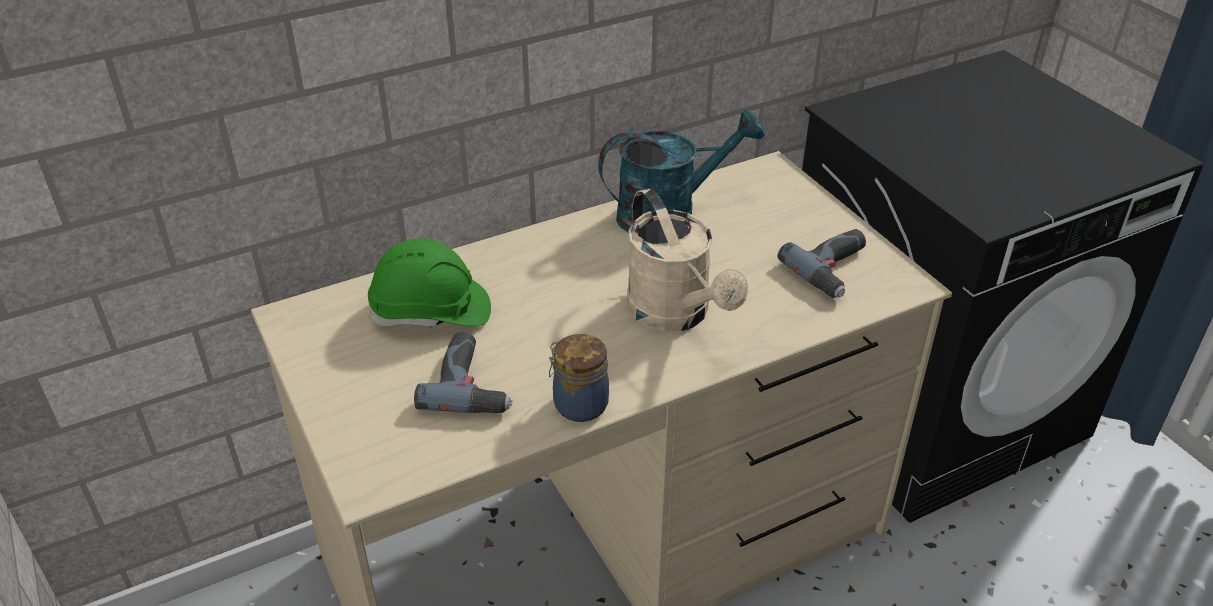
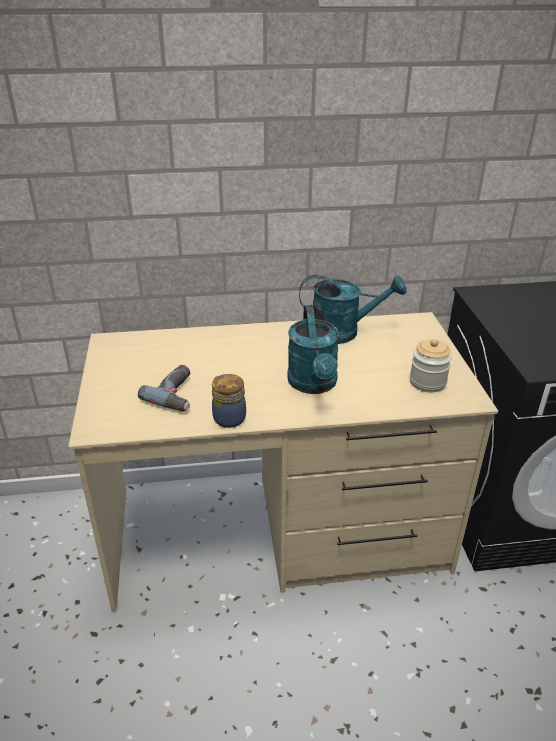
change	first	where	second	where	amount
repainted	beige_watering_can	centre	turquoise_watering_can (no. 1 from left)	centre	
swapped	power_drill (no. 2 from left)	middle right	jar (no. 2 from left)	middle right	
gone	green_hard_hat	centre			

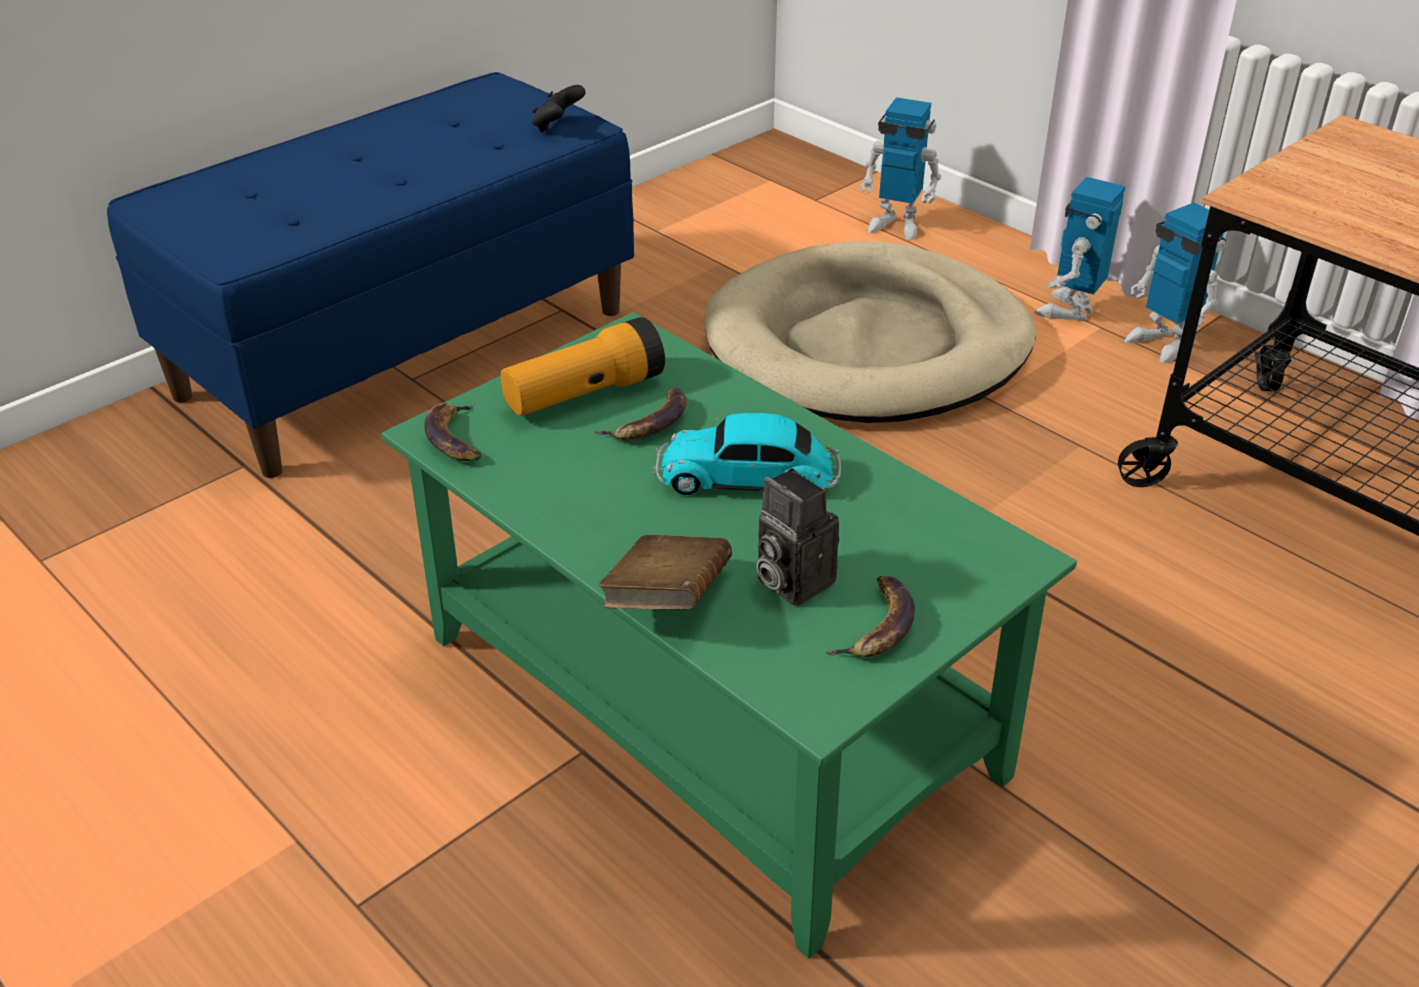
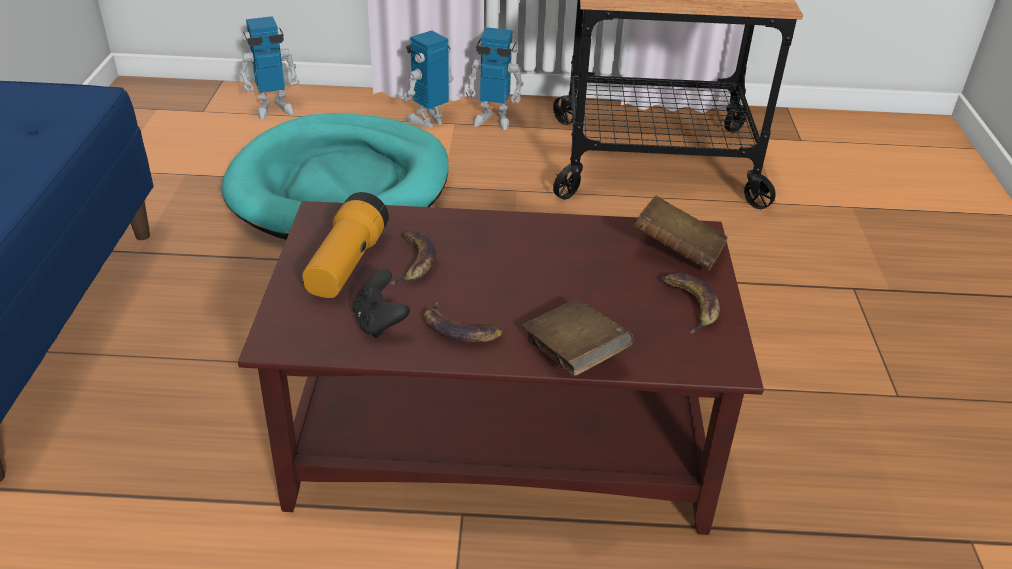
change	first	where	second	where	amount
repainted	beige_dog_bed	centre	turquoise_dog_bed	top left	
repainted	green_coffee_table	centre	brown_coffee_table	centre	
shifted	black_game_controller	top centre		centre	
rotated	toy_robot (no. 2 from left)	top right		top centre	60 degrees clockwise
shifted	banana (no. 1 from left in the first image)	middle left	banana (no. 2 from left)	centre	
new			brown_book (no. 2 from left)	middle right	
gone	toy_car	centre			
gone	photo_camera	centre			

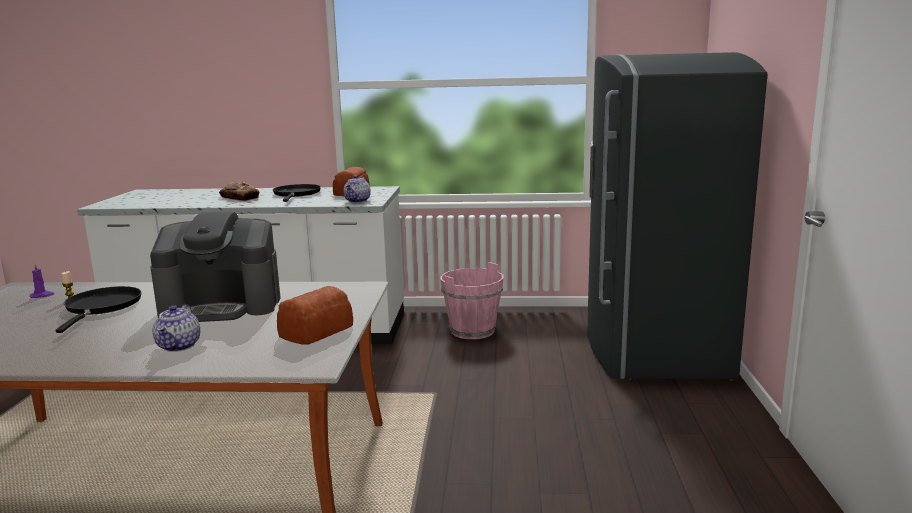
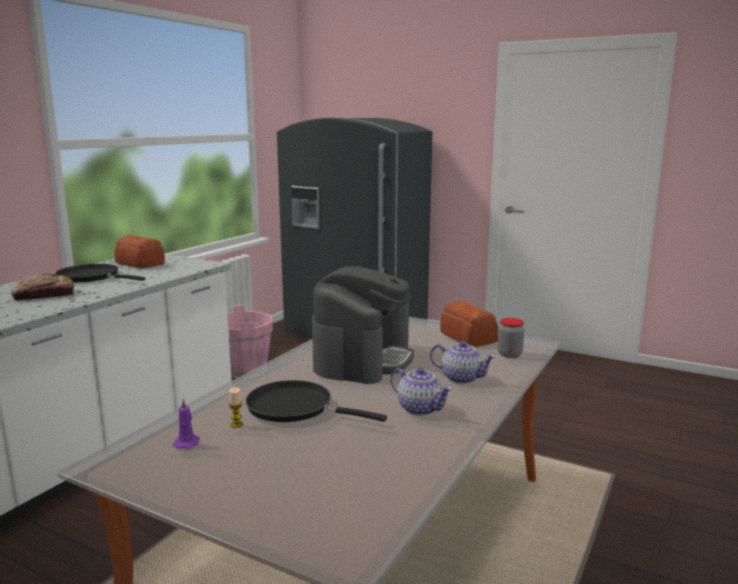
change	first	where	second	where	amount
shifted	teapot (no. 2 from left in the first image)	centre	teapot (no. 1 from left)	bottom centre	
new			jar	middle right	

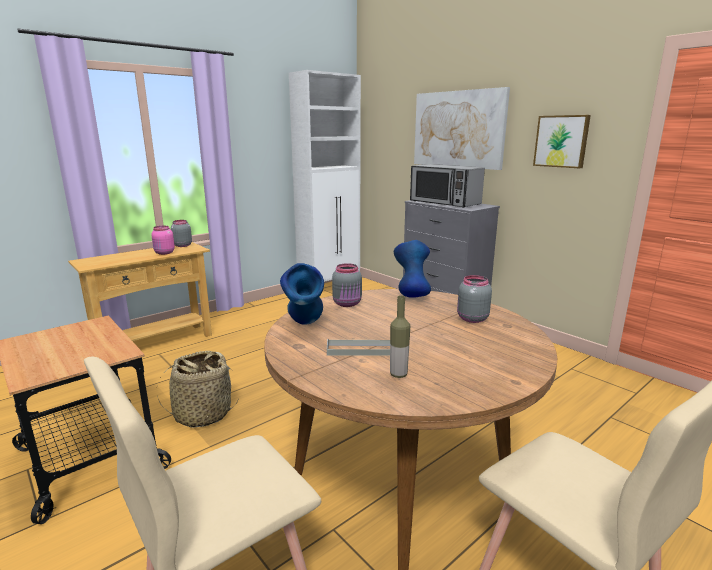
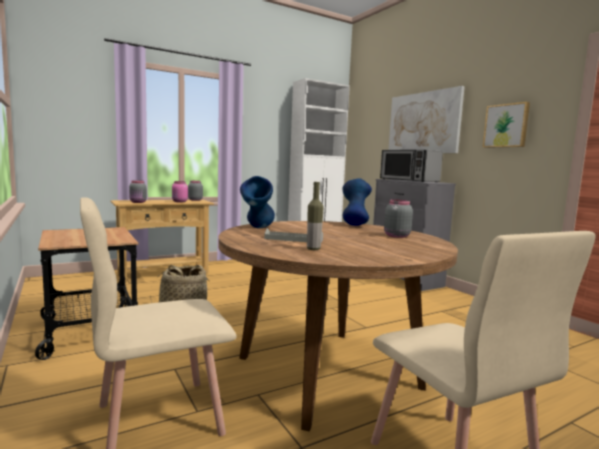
change	first	where	second	where	amount
shifted	grey_jar (no. 2 from left in the first image)	centre	grey_jar (no. 1 from left)	middle left	

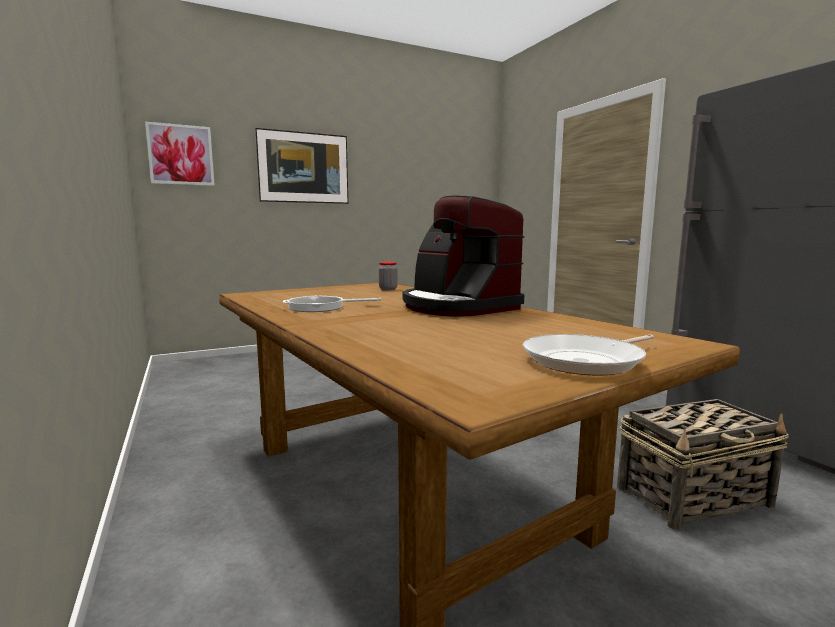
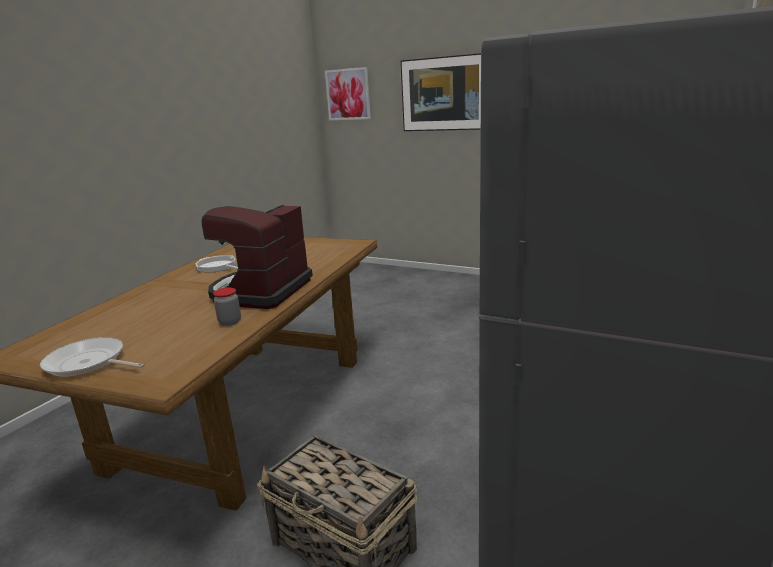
change	first	where	second	where	amount
shifted	jar	centre		middle left	

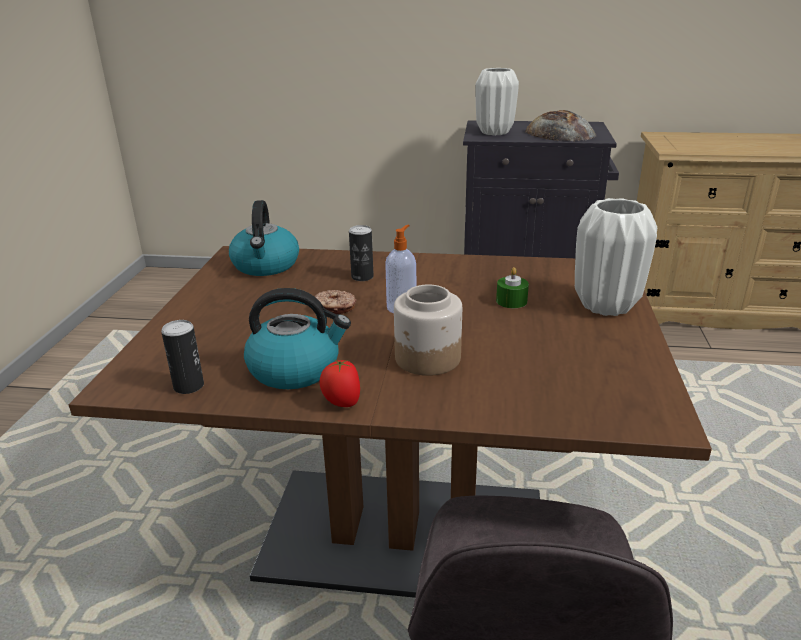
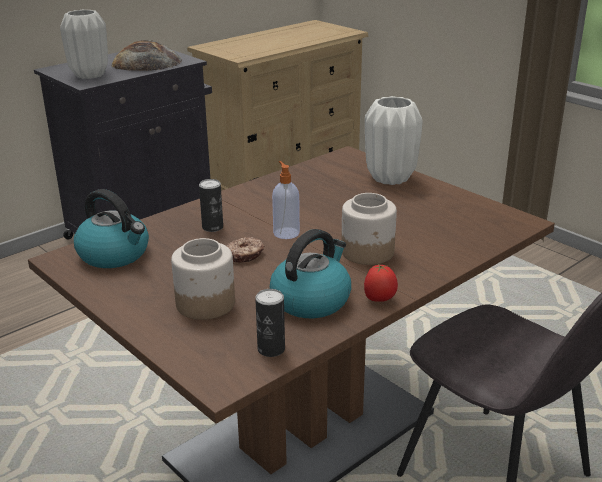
change	first	where	second	where	amount
new			jar (no. 1 from left)	centre	
gone	green_candle	centre			

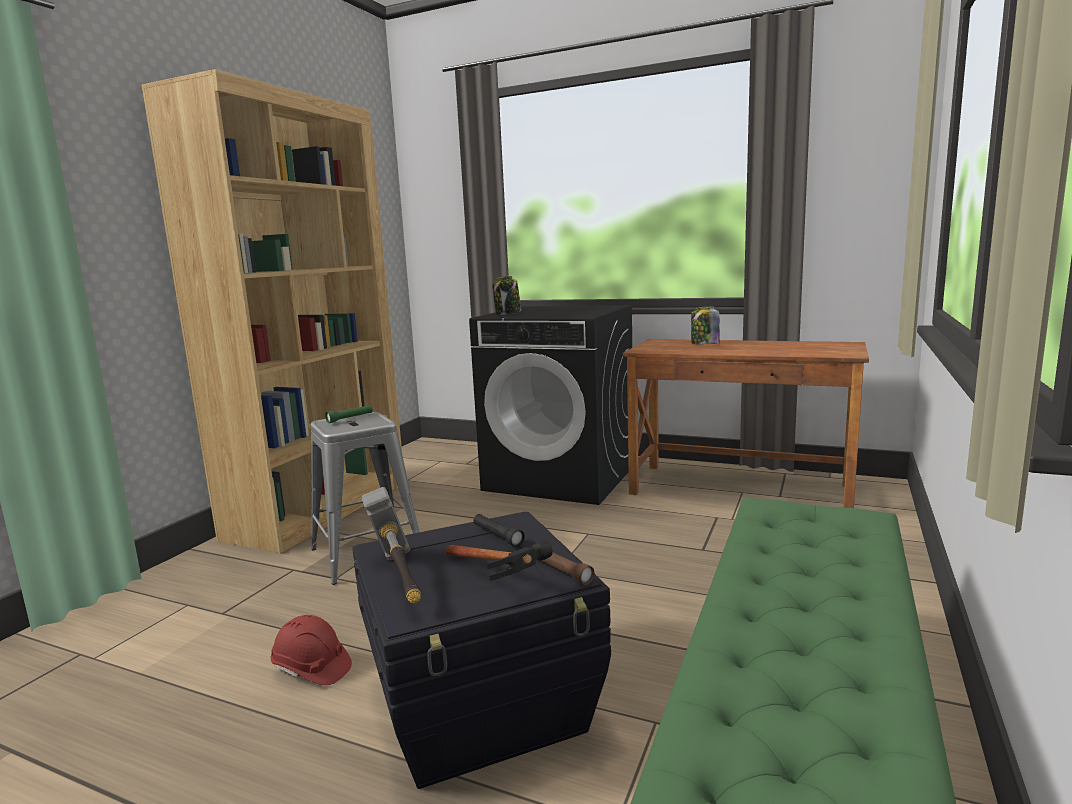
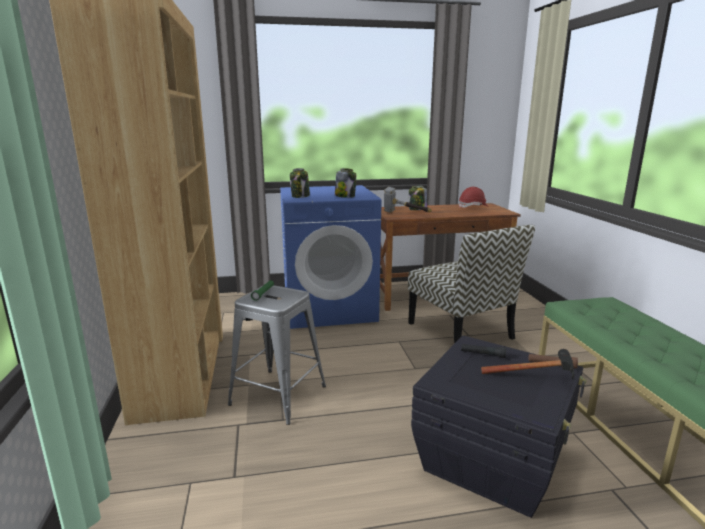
change	first	where	second	where	amount
repainted	black_washing_machine	centre	blue_washing_machine	centre	
new			jar (no. 2 from left)	centre	
shifted	hammer (no. 1 from left)	bottom centre		centre	
new			chair	middle right	
shifted	red_hard_hat	bottom left		middle right	

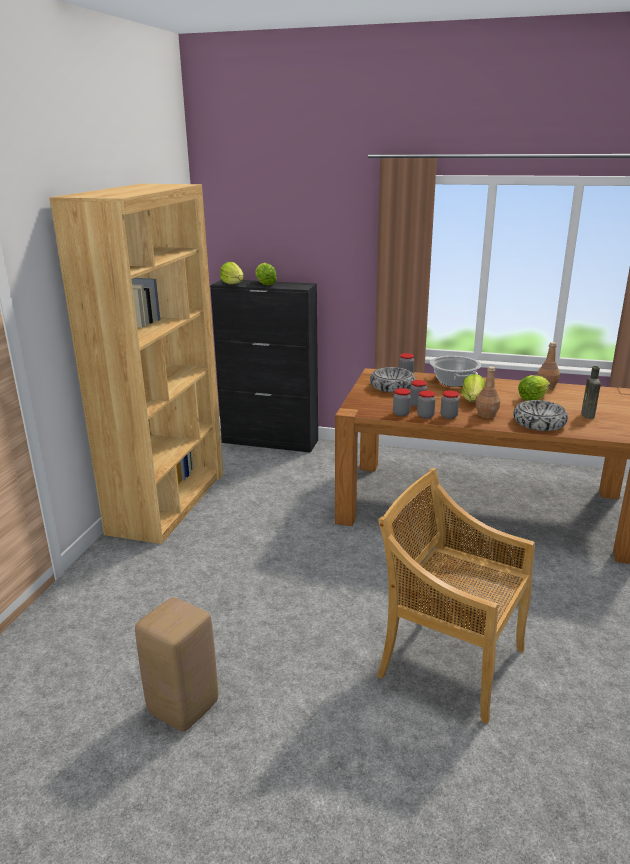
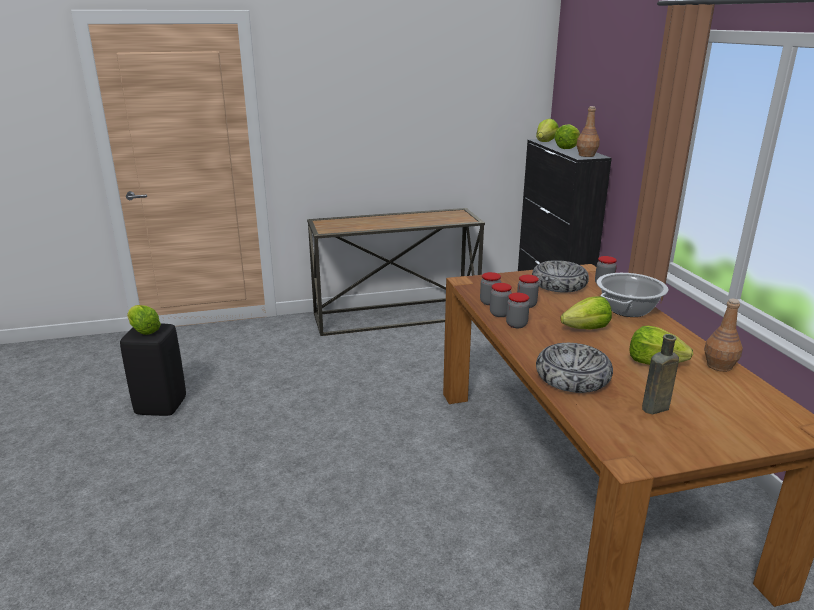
change	first	where	second	where	amount
repainted	beige_stool	bottom left	black_stool	middle left	
new			lettuce (no. 1 from left)	middle left	
swapped	brown_bookcase	middle left	console_table	centre	
shifted	brown_bottle (no. 1 from left)	middle right		top right	
gone	beige_chair	bottom right			

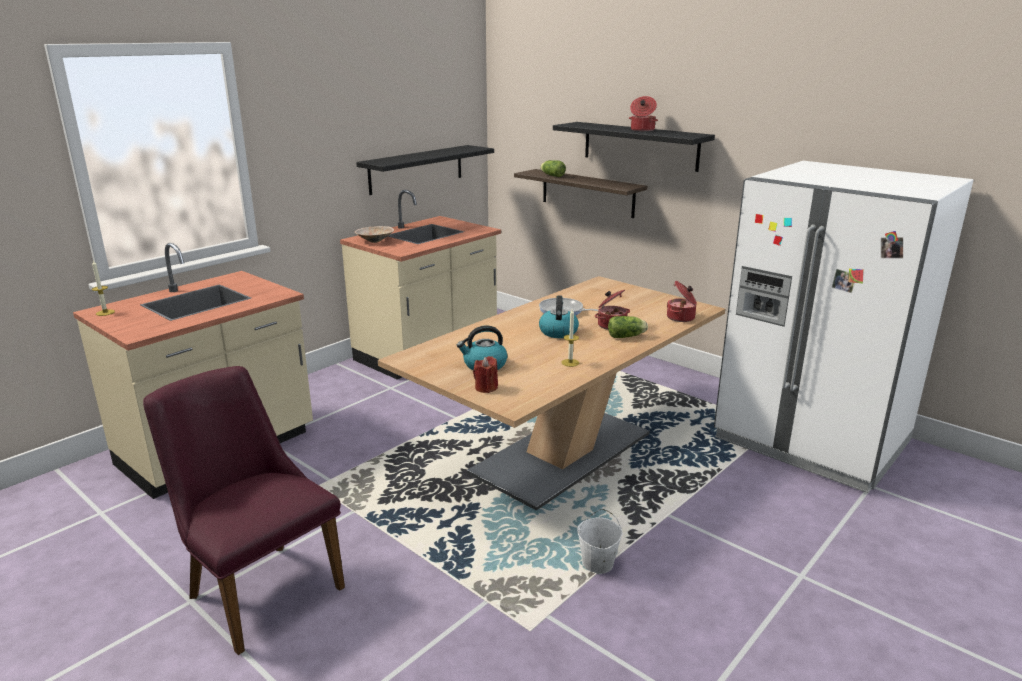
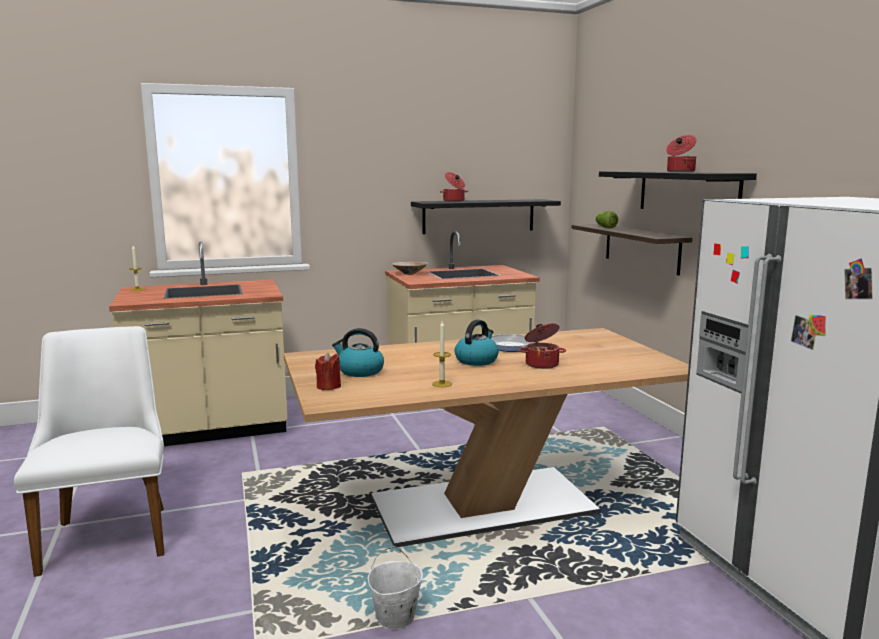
change	first	where	second	where	amount
repainted	purple_chair	bottom left	white_chair	bottom left	
shifted	cooking_pot (no. 3 from left in the first image)	middle right	cooking_pot (no. 1 from left)	top centre	
gone	lettuce (no. 2 from left)	centre			

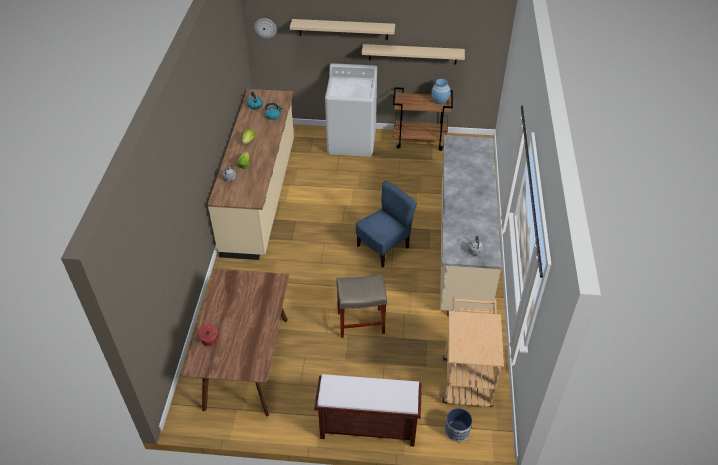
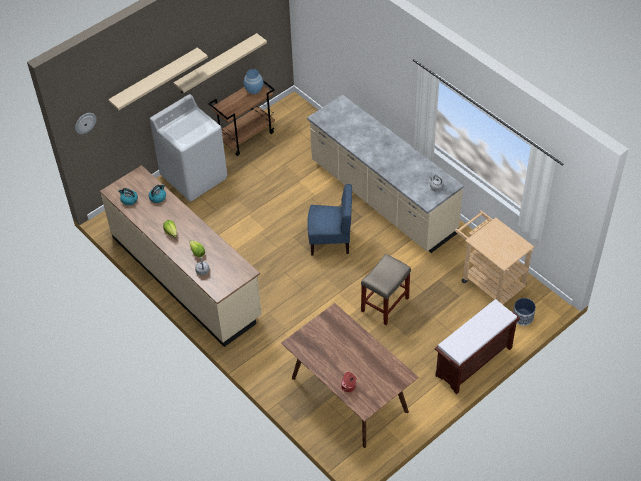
change	first	where	second	where	amount
rotated	blue_chair	centre		centre	90 degrees clockwise

